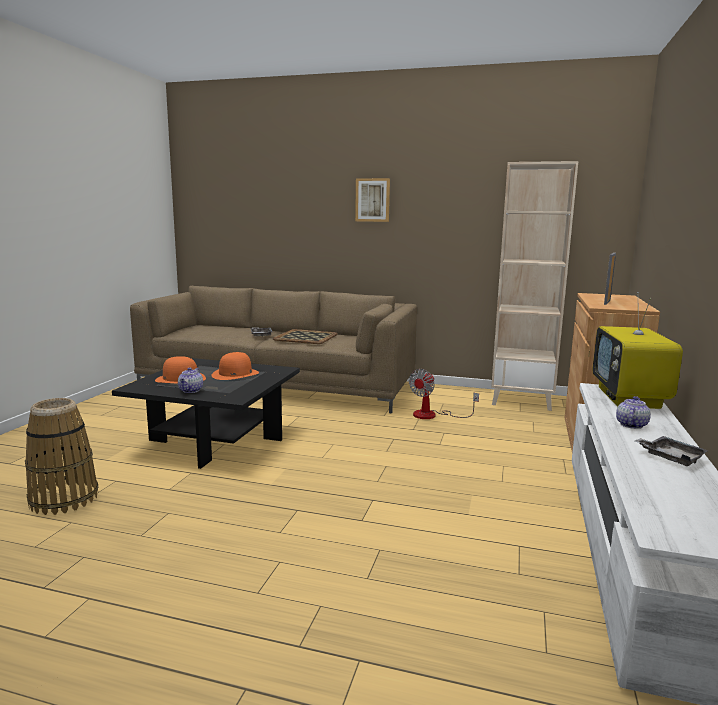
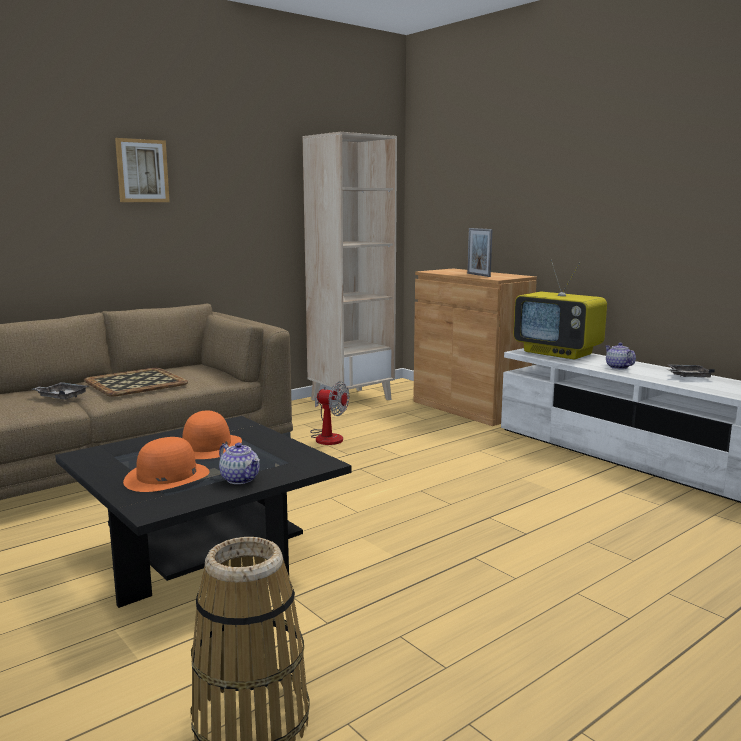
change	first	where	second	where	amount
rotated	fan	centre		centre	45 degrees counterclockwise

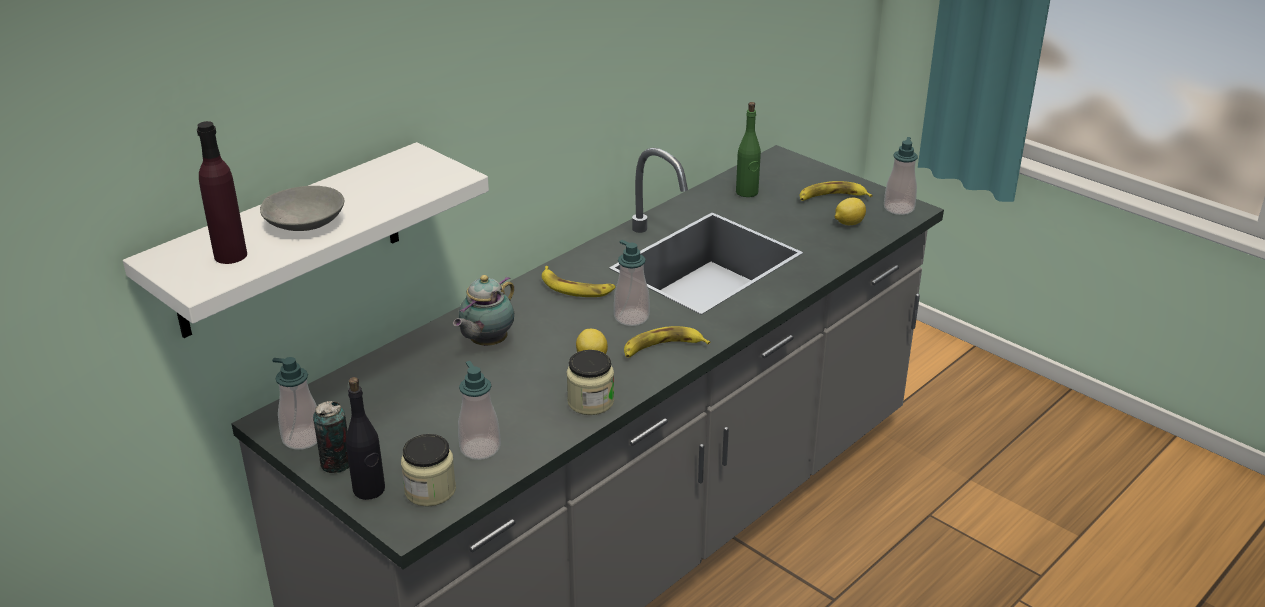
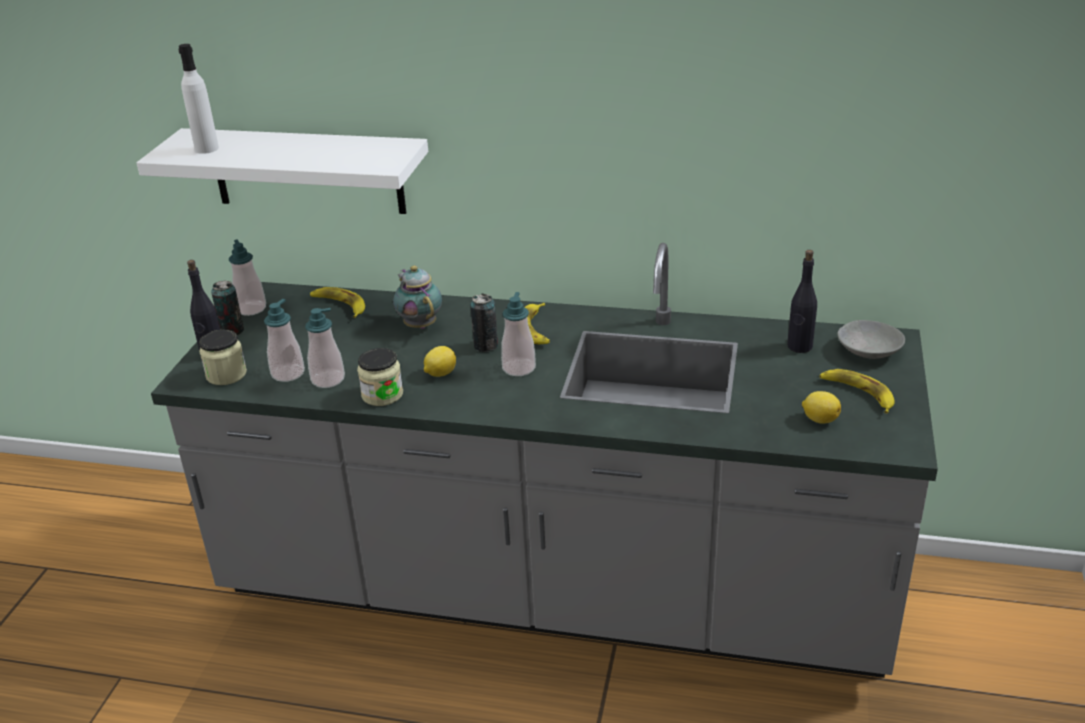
change	first	where	second	where	amount
repainted	purple_bottle	top left	white_bottle	top left	
shifted	soap_dispenser (no. 4 from left in the first image)	top right	soap_dispenser (no. 3 from left)	middle left	
shifted	banana (no. 2 from left in the first image)	centre	banana (no. 1 from left)	middle left	
rotated	teapot	centre		centre	60 degrees clockwise
new			can (no. 2 from left)	centre	
repainted	green_bottle	top centre	black_bottle (no. 2 from left)	middle right	
shifted	grey_bowl	middle left		middle right	

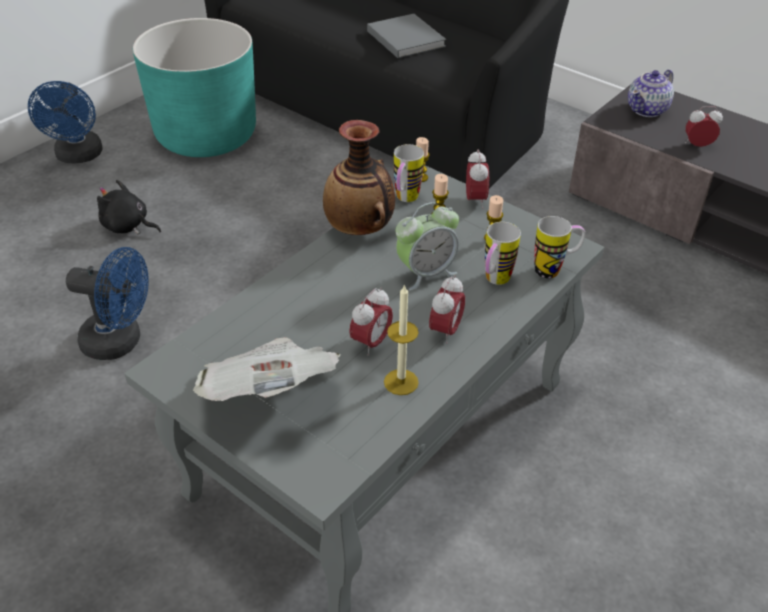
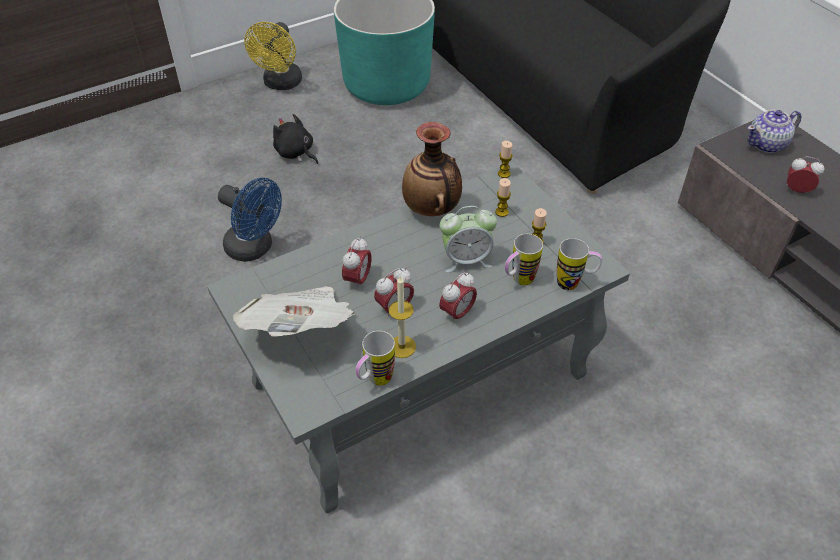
change	first	where	second	where	amount
repainted	blue_fan (no. 1 from left)	top left	yellow_fan	top left	
shifted	alarm_clock (no. 4 from left in the first image)	top centre	alarm_clock (no. 1 from left)	centre	
shifted	mug (no. 1 from left)	top centre		centre	
gone	grey_book	top centre			

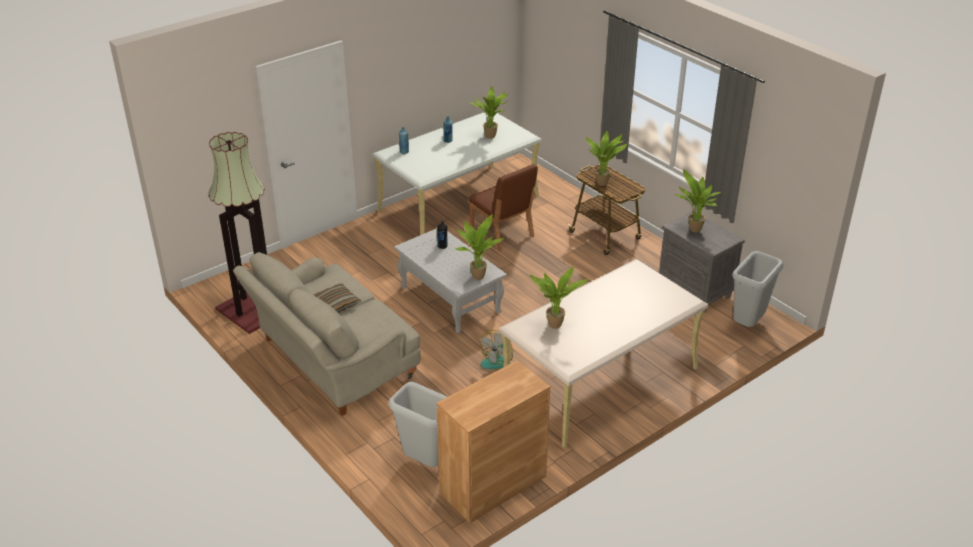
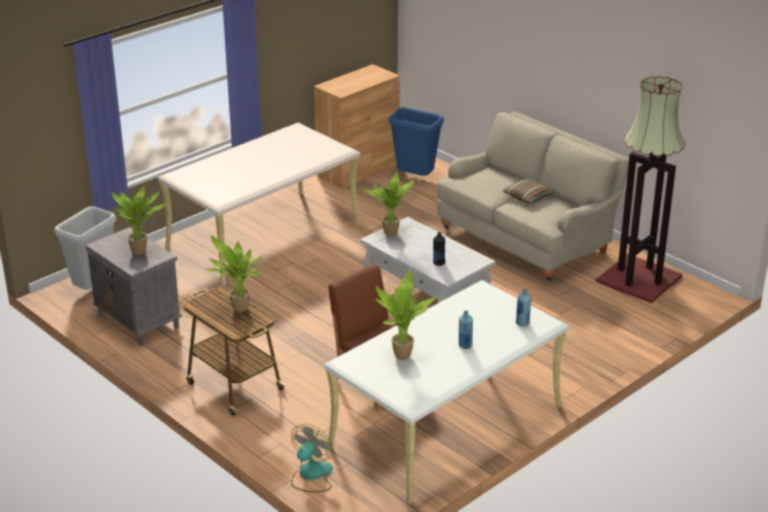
change	first	where	second	where	amount
shifted	fan	centre		bottom centre	
repainted	grey_trash_can (no. 1 from left)	bottom centre	blue_trash_can	top centre	
gone	potted_plant (no. 3 from left)	centre			

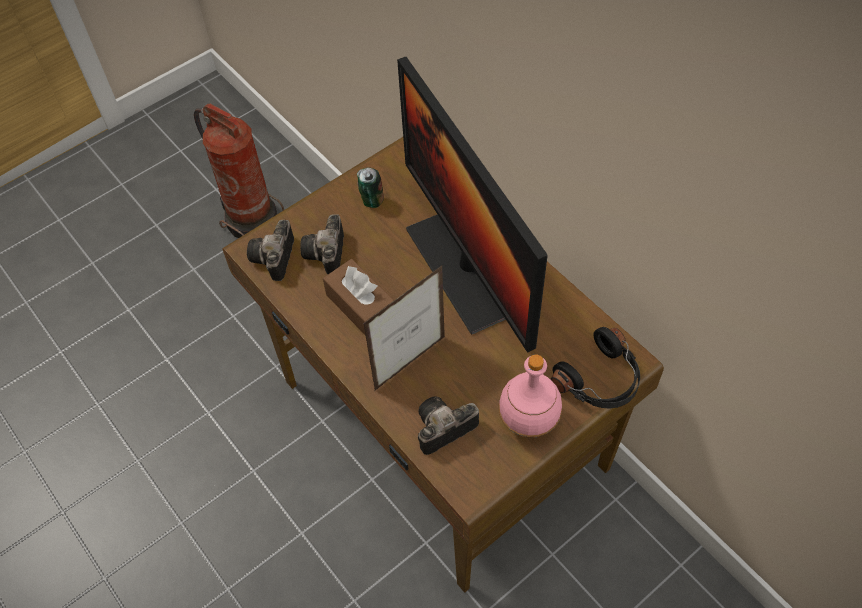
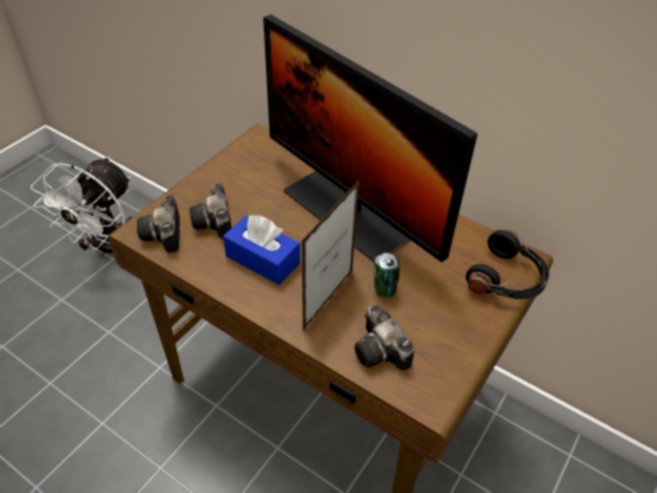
change	first	where	second	where	amount
swapped	fire_extinguisher	top left	white_fan	middle left	
repainted	brown_tissue_box	centre	blue_tissue_box	centre	
rotated	photo_camera (no. 3 from left)	bottom centre		bottom centre	75 degrees counterclockwise
shifted	can	top centre		centre	
gone	pink_bottle	centre			

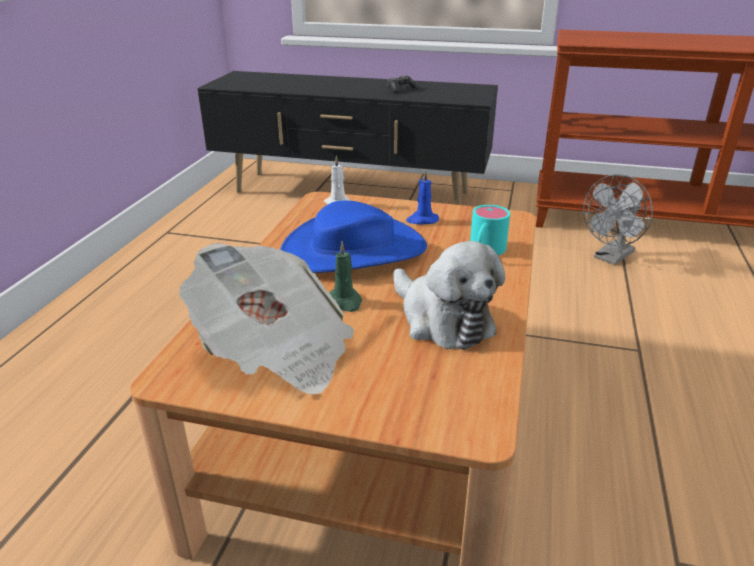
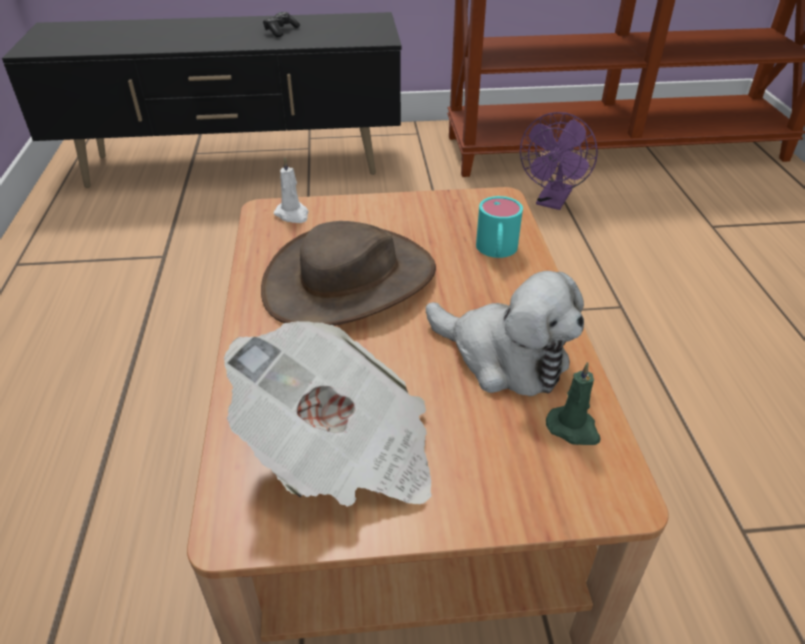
change	first	where	second	where	amount
repainted	blue_hat	centre	brown_hat	centre	
repainted	grey_fan	middle right	purple_fan	top right	
shifted	green_candle	centre		middle right	
gone	blue_candle	centre			

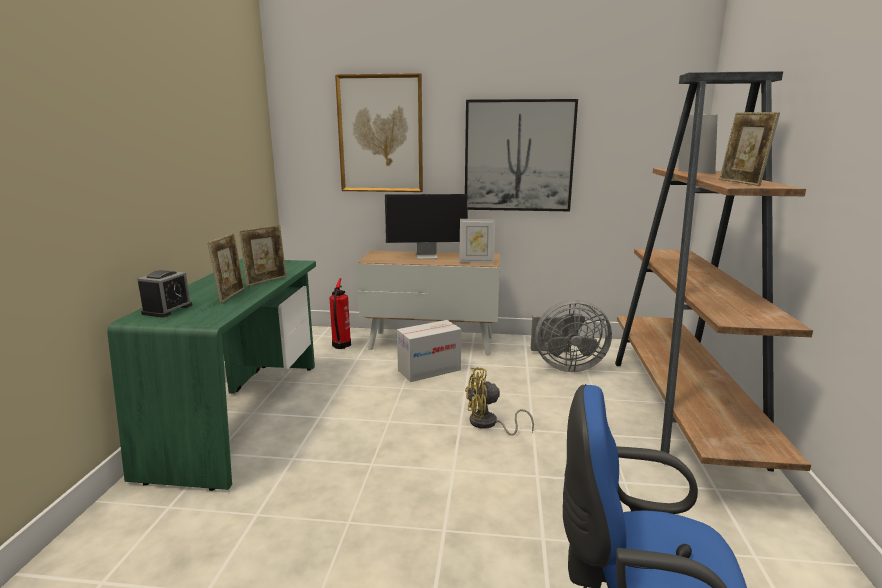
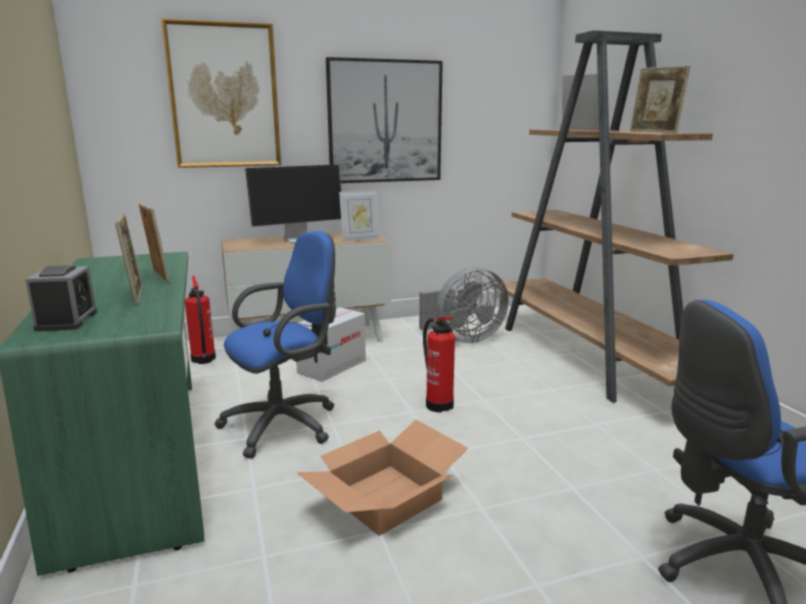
change	first	where	second	where	amount
rotated	picture_frame (no. 2 from left)	middle left		middle left	45 degrees counterclockwise
new			blue_office_chair (no. 1 from left)	centre	
new			cardboard_box (no. 2 from left)	bottom centre	
swapped	yellow_fan	bottom centre	fire_extinguisher (no. 2 from left)	centre	

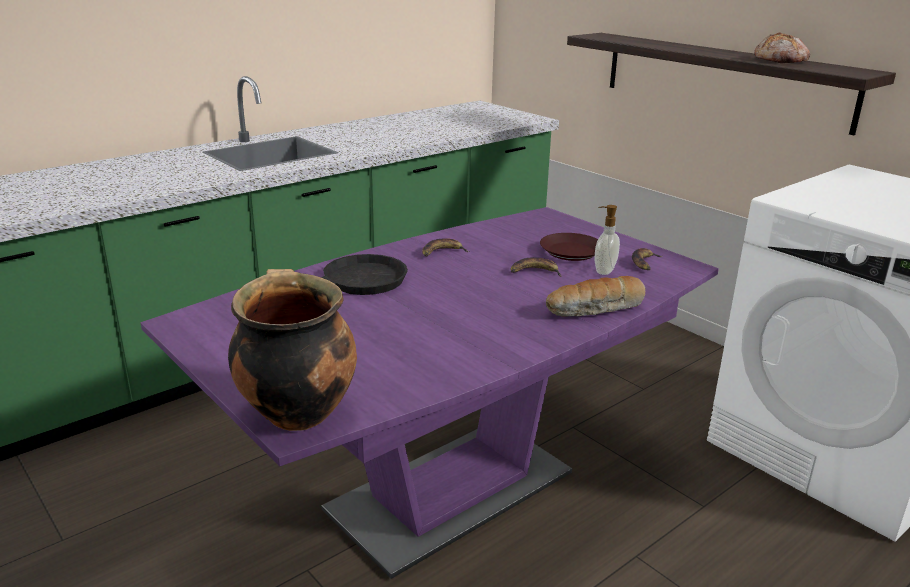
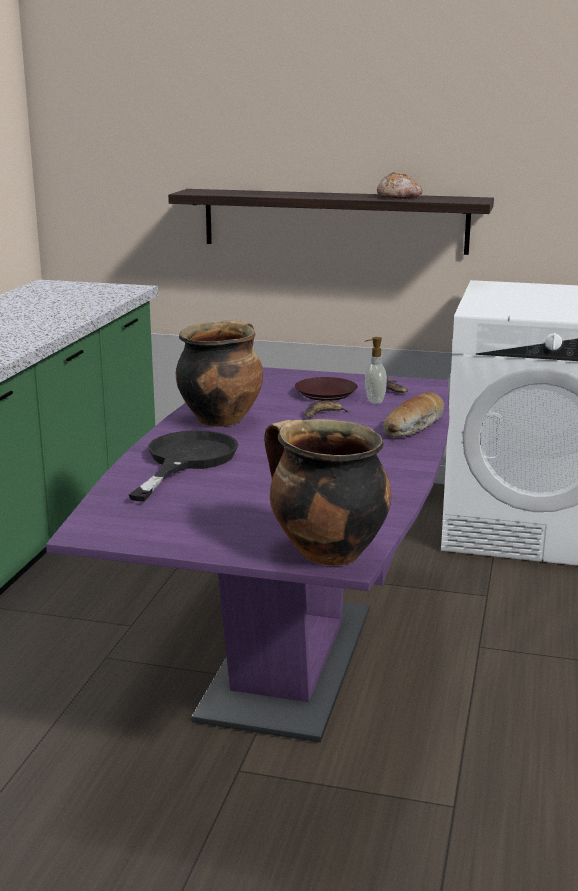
change	first	where	second	where	amount
swapped	banana (no. 1 from left)	centre	cooking_pot (no. 1 from left)	centre	

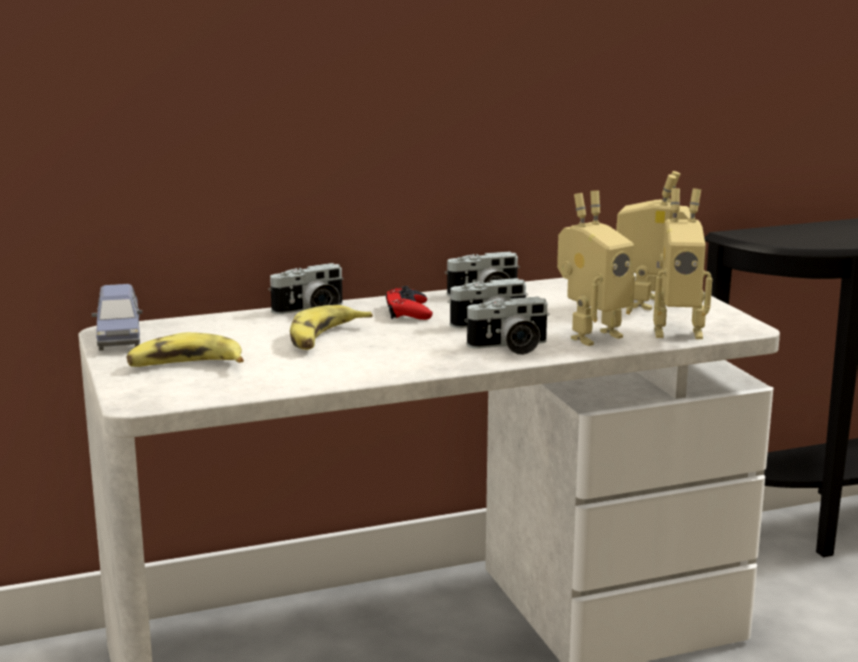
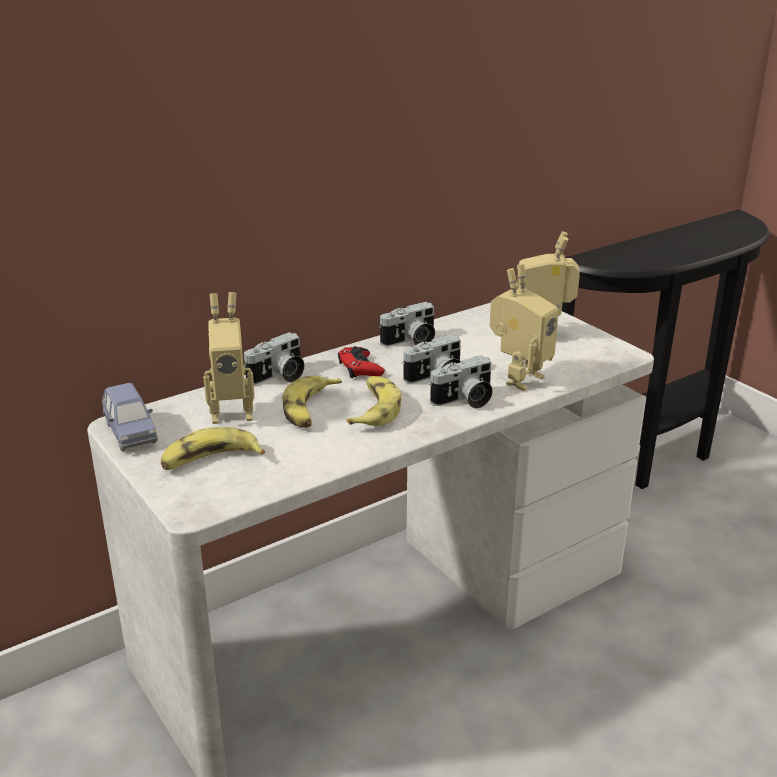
change	first	where	second	where	amount
shifted	toy_robot (no. 3 from left in the first image)	middle right	toy_robot (no. 1 from left)	middle left	
new			banana (no. 3 from left)	centre	

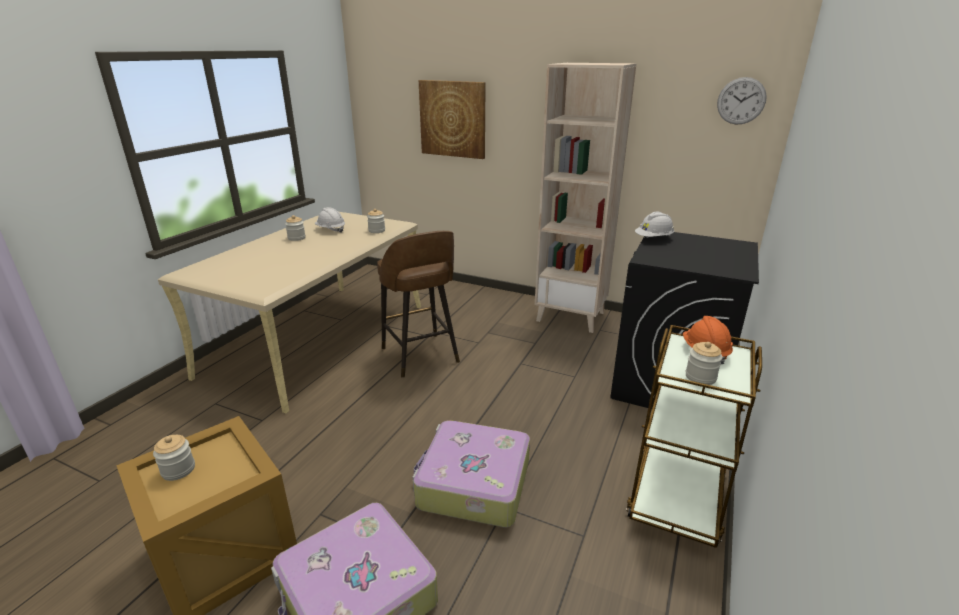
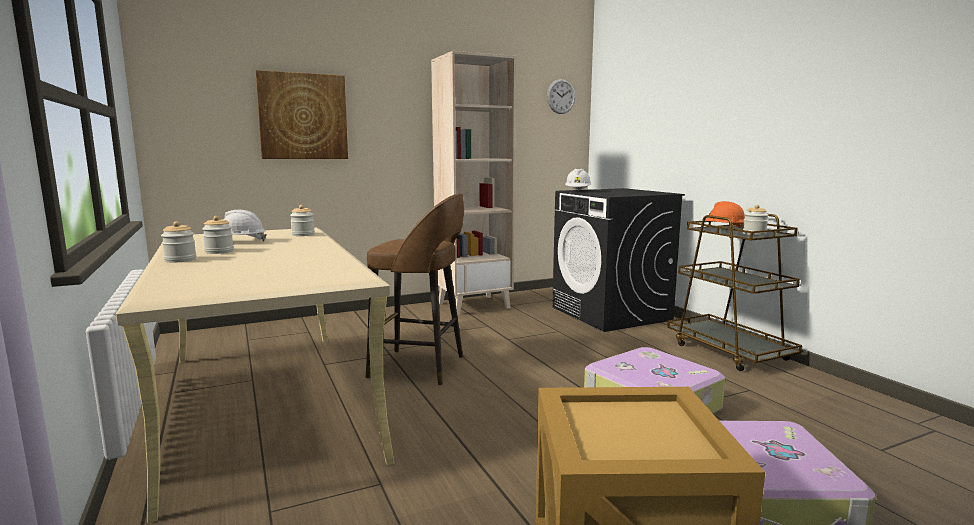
change	first	where	second	where	amount
shifted	jar (no. 1 from left)	bottom left		middle left	

